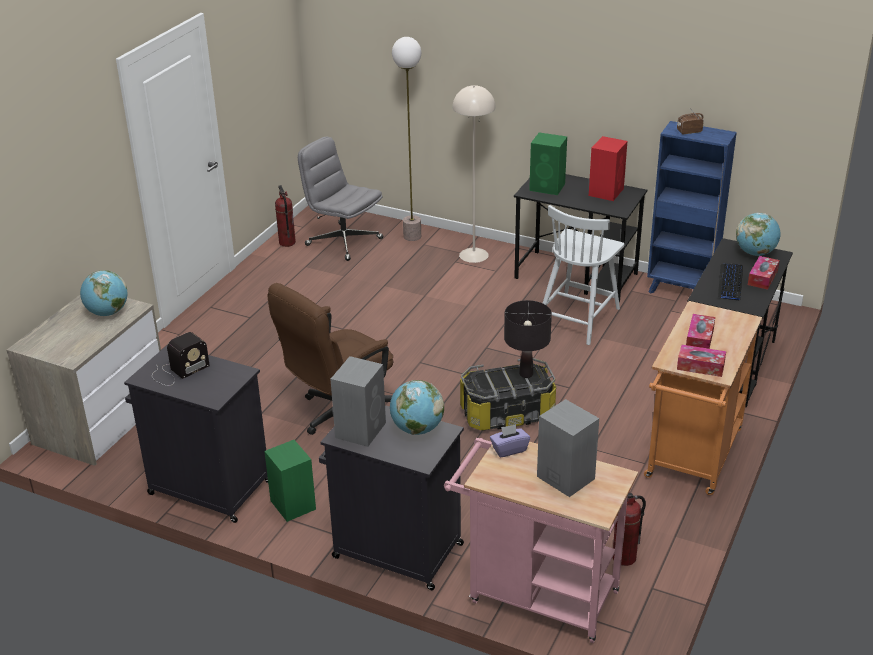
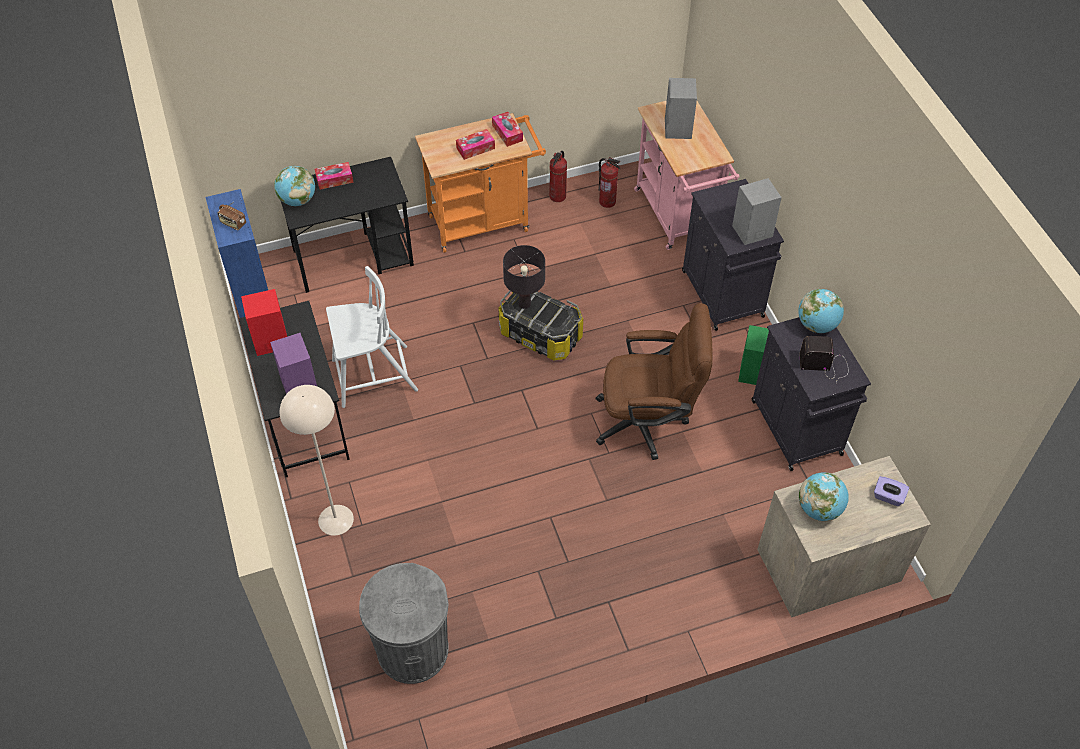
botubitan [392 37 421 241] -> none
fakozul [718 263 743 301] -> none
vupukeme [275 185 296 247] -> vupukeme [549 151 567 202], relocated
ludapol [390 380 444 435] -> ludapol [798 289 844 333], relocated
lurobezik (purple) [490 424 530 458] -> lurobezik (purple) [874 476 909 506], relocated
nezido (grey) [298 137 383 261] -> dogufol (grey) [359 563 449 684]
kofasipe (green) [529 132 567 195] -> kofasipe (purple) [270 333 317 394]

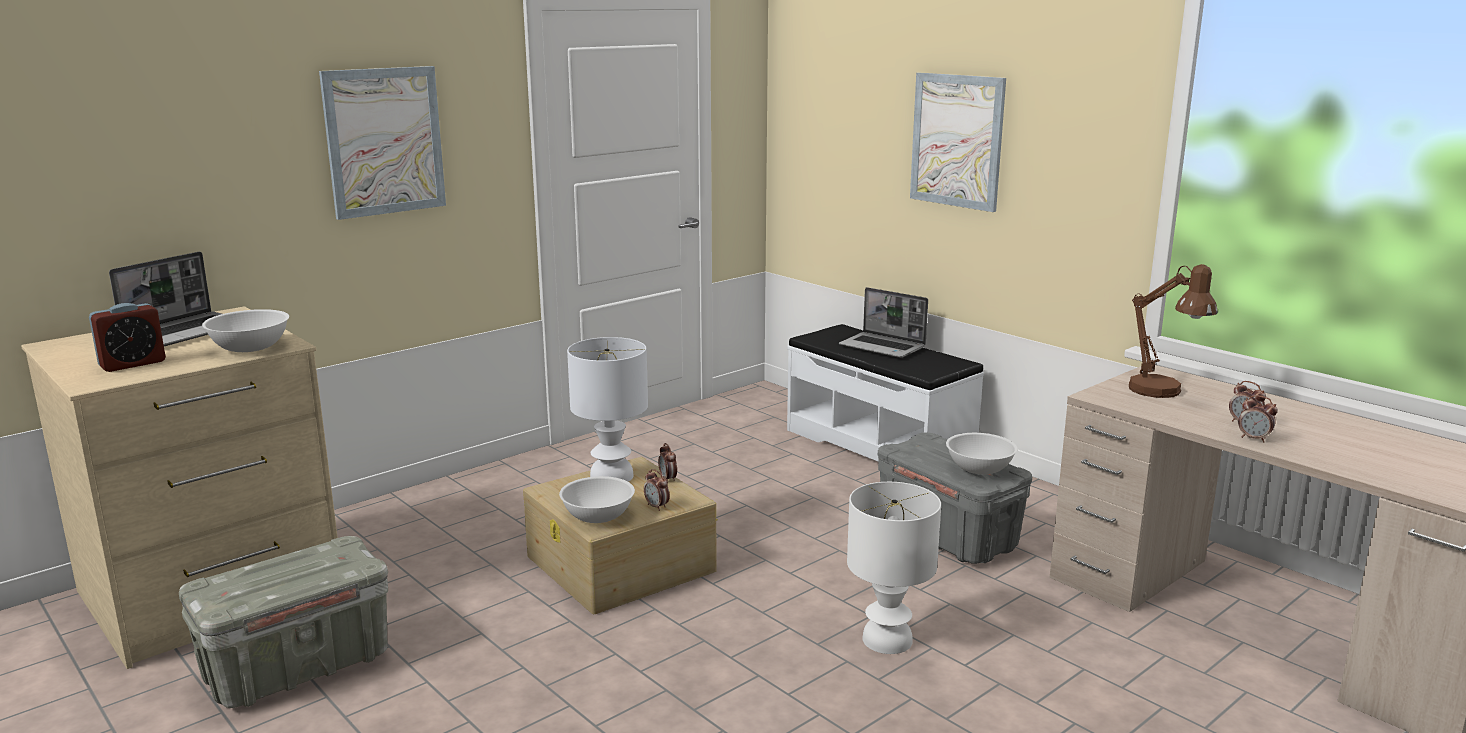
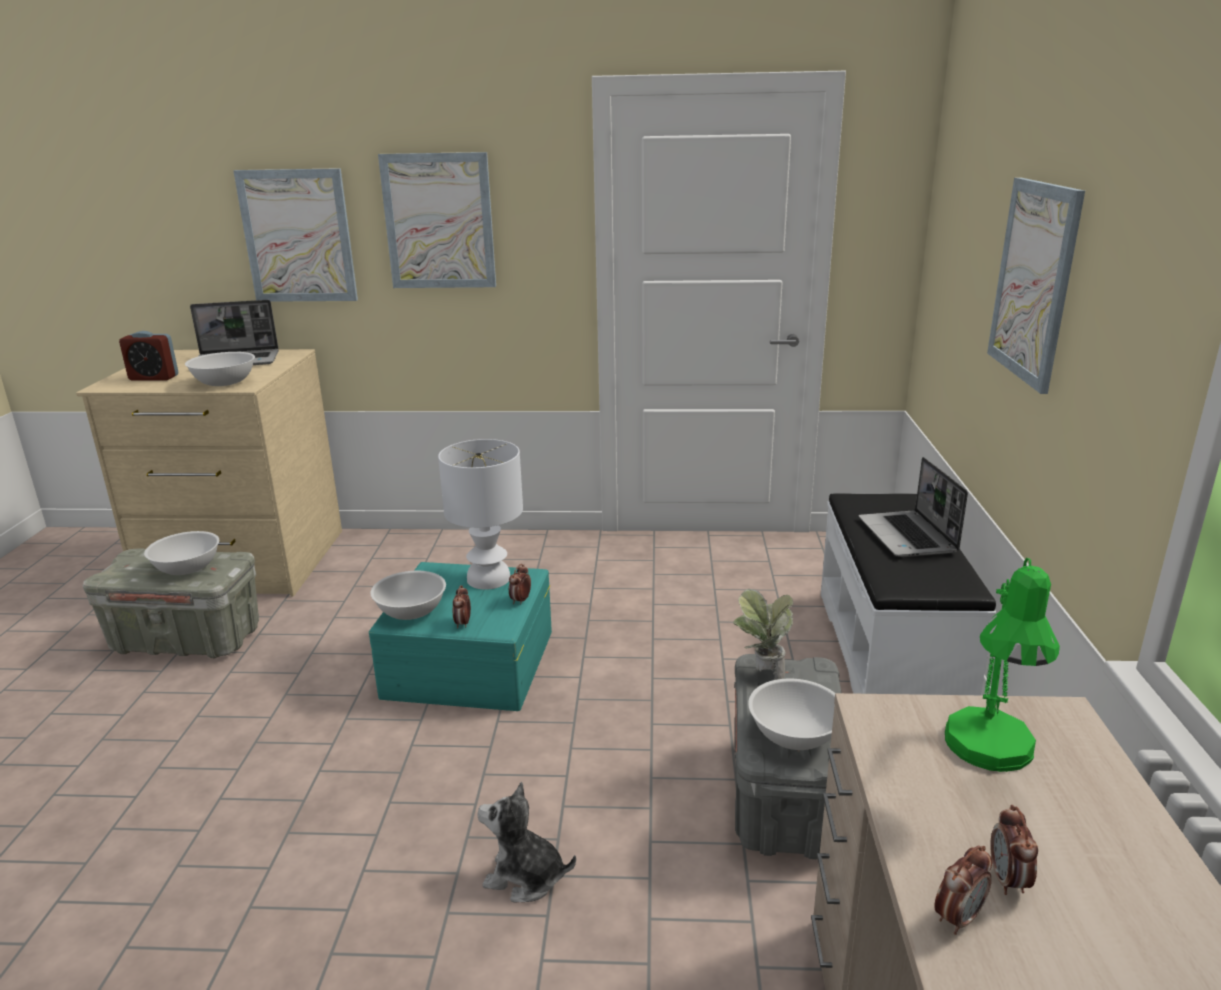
none -> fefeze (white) [144 531 219 575]
none -> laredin [233 168 358 302]
none -> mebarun [733 589 793 680]
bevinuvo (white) [847 482 941 654] -> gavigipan [477 782 576 903]
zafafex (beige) [523 457 717 614] -> zafafex (turquoise) [369 562 552 711]
bevinuvo (brown) [1129 264 1218 398] -> bevinuvo (green) [945 558 1060 772]
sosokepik [1238 395 1278 442] -> sosokepik [934 846 992 935], 120 degrees counterclockwise

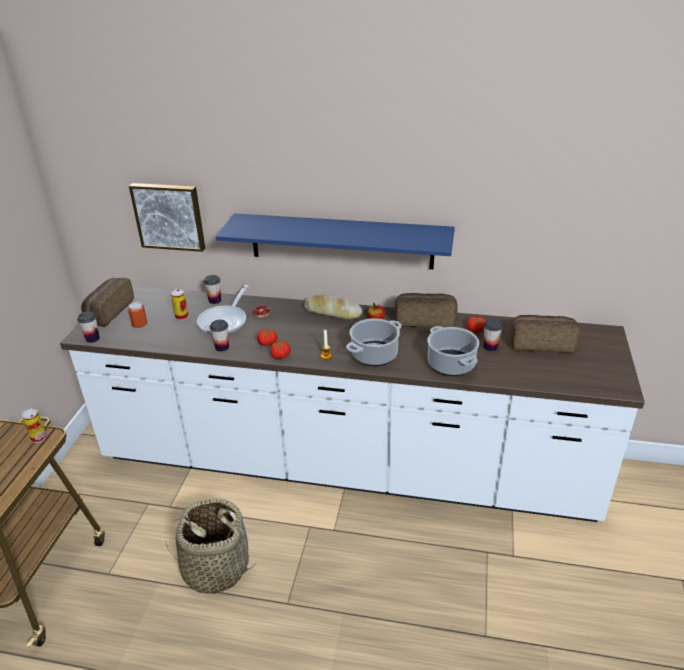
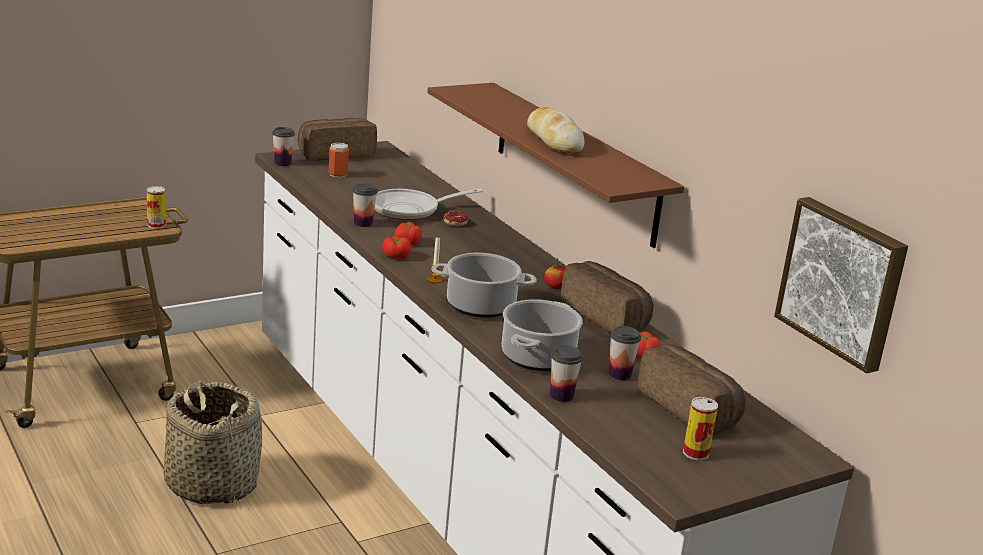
laredin [129 183 205 252] -> laredin [774 197 908 373], relocated
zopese [171 289 189 320] -> zopese [683 397 718 460], relocated
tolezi [204 275 221 304] -> tolezi [550 345 583 402], relocated
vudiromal [304 294 363 320] -> vudiromal [527 107 584 153], relocated
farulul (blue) [215 213 455 269] -> farulul (brown) [427 83 684 248]

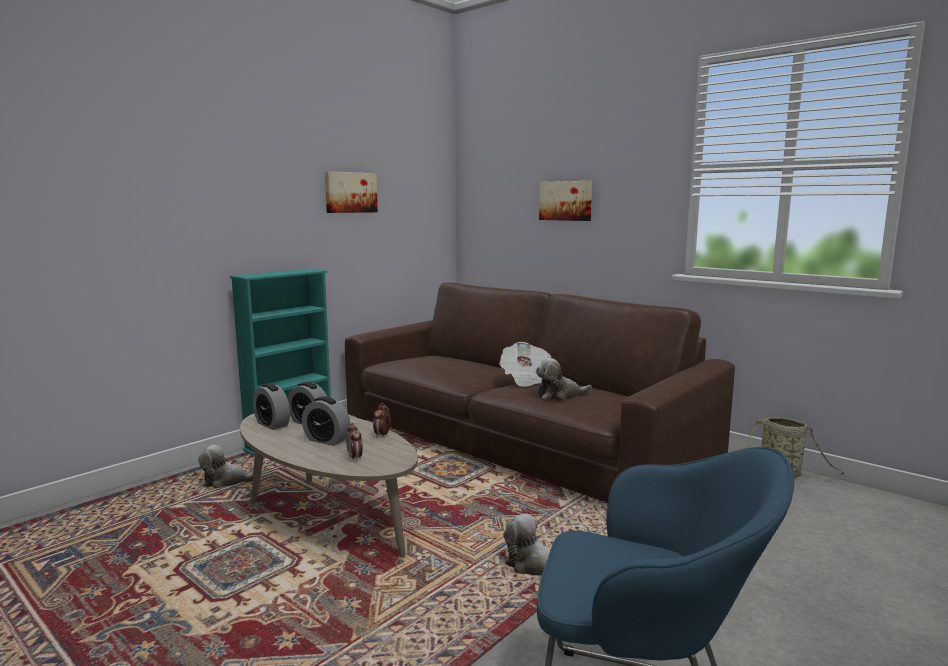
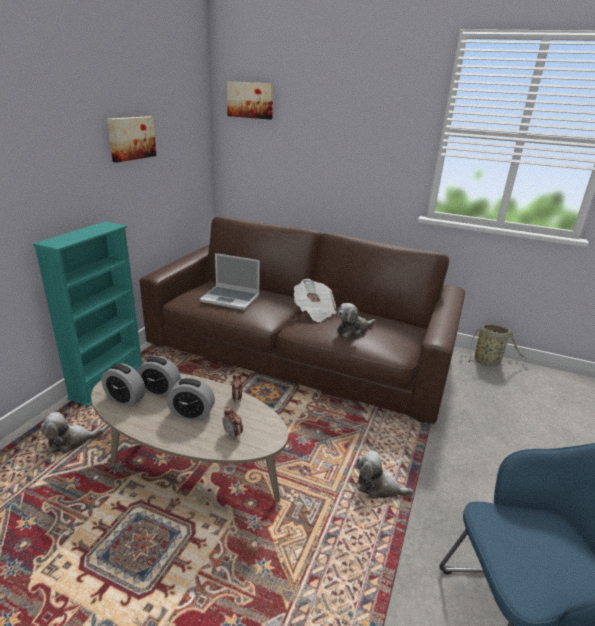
none -> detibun [200 253 260 310]
laredin [539 181 592 221] -> laredin [227 81 273 120], relocated

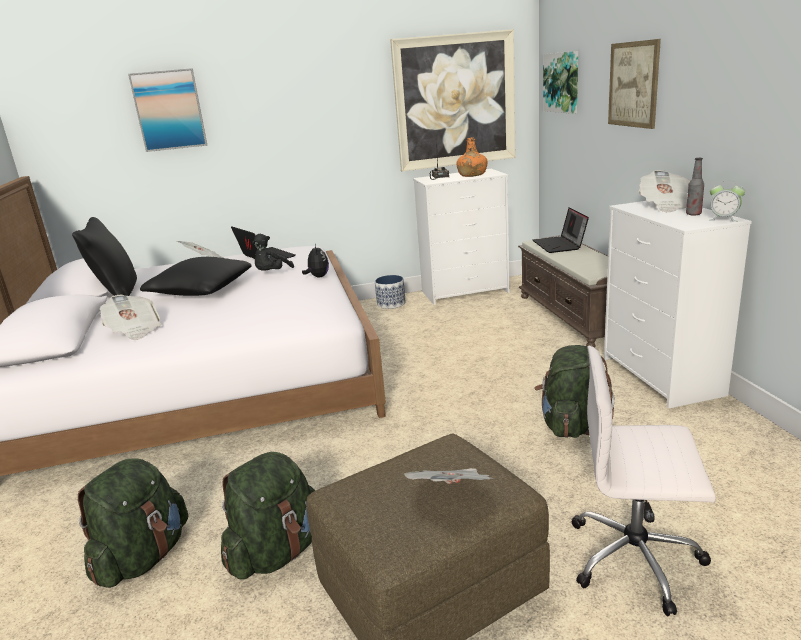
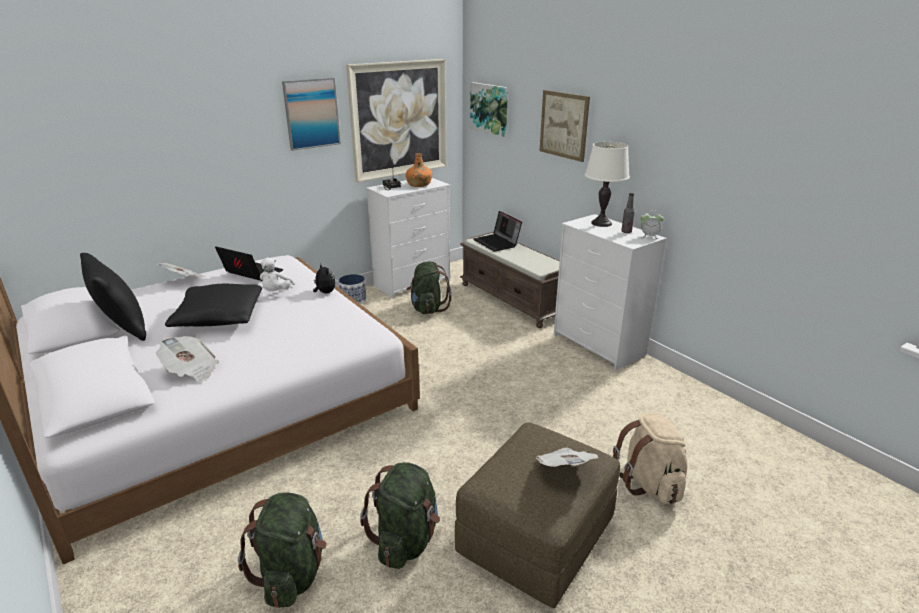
laredin [128 68 207 152] -> laredin [282 78 341 151], relocated
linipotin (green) [535 345 615 438] -> linipotin (green) [406 262 452 314], relocated
nezido (white) [572 345 716 616] -> linipotin (beige) [613 413 687 504]
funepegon [639 170 690 212] -> bevinuvo (white) [585 142 630 227]
gavigipan (black) [252 234 294 271] -> gavigipan (white) [260 258 295 291]

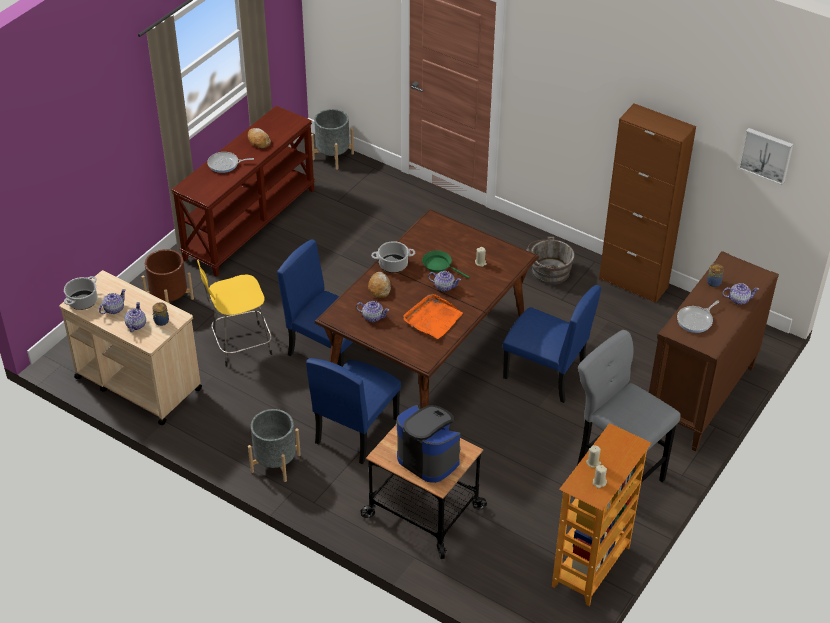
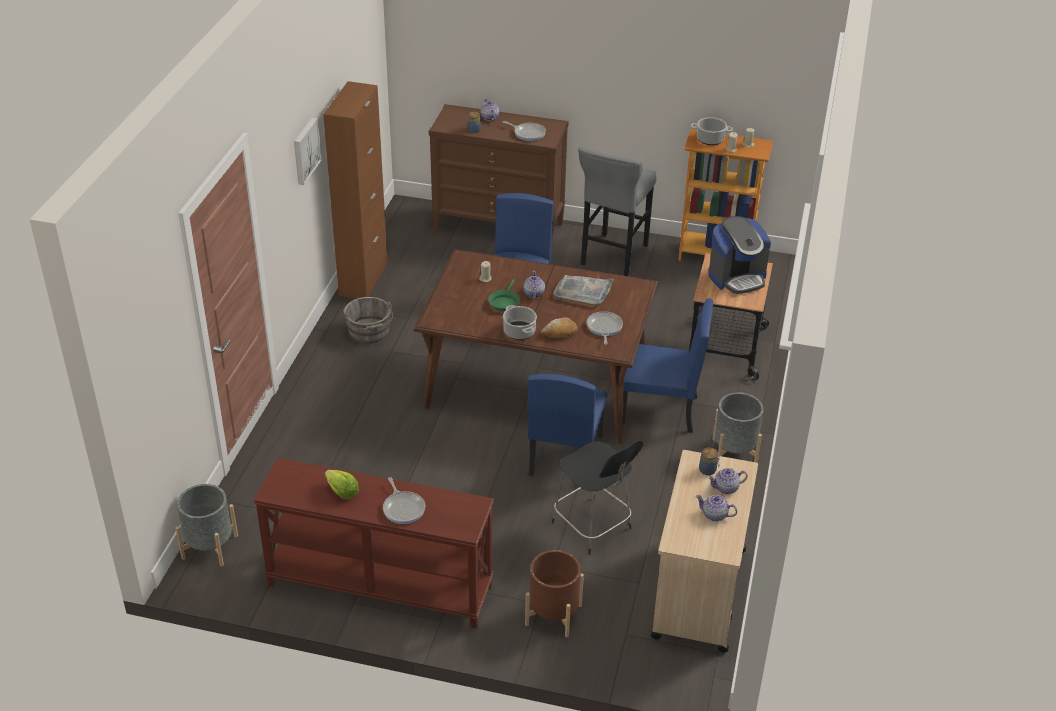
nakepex [64 276 97 310] -> nakepex [691 117 733 145], relocated
laredin [738 128 793 185] -> laredin [294 117 321 185], relocated
vudiromal [248 128 271 148] -> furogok [325 470 359 499]
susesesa [356 301 389 322] -> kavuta [587 311 623 345]
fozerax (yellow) [197 260 272 366] -> fozerax (black) [552 440 643 555]
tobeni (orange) [403 294 463 339] -> tobeni (grey) [553 275 614 306]
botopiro [397 405 461 483] -> botopiro [708 216 771 294], 135 degrees counterclockwise

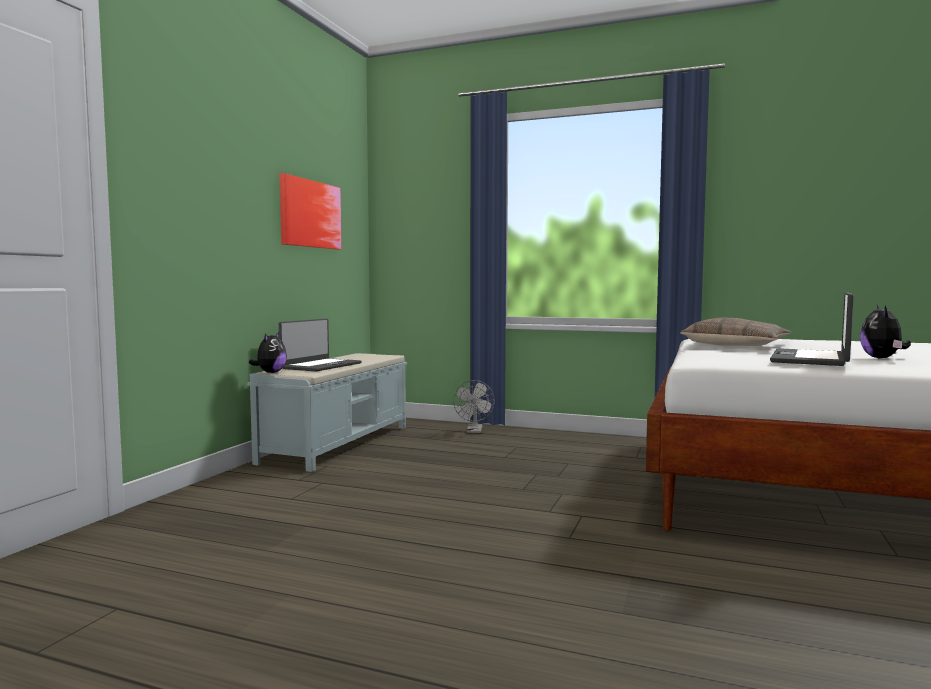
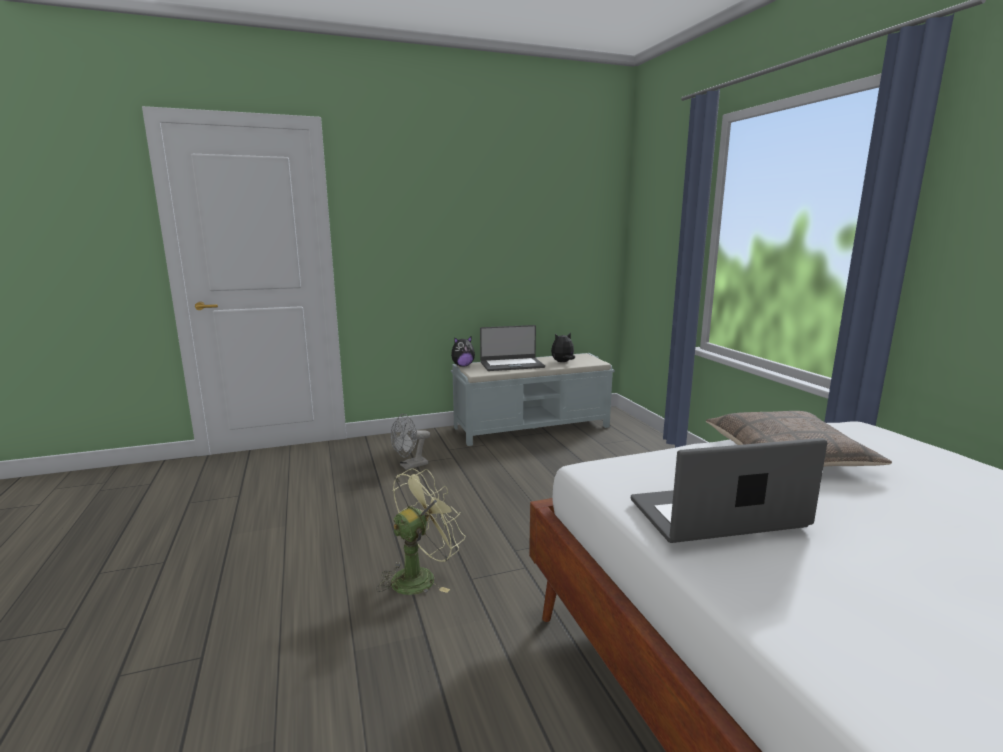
laredin [280 173 342 250] -> none
none -> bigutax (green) [376 468 465 595]
bigutax (grey) [453 380 495 433] -> bigutax (grey) [391 414 430 470], relocated
gavigipan [860 305 911 358] -> gavigipan [551 332 575 362], relocated

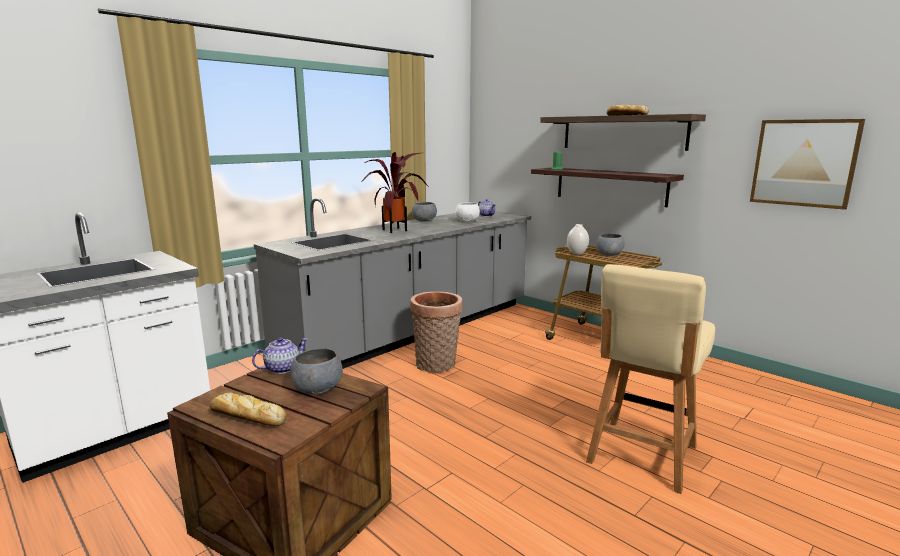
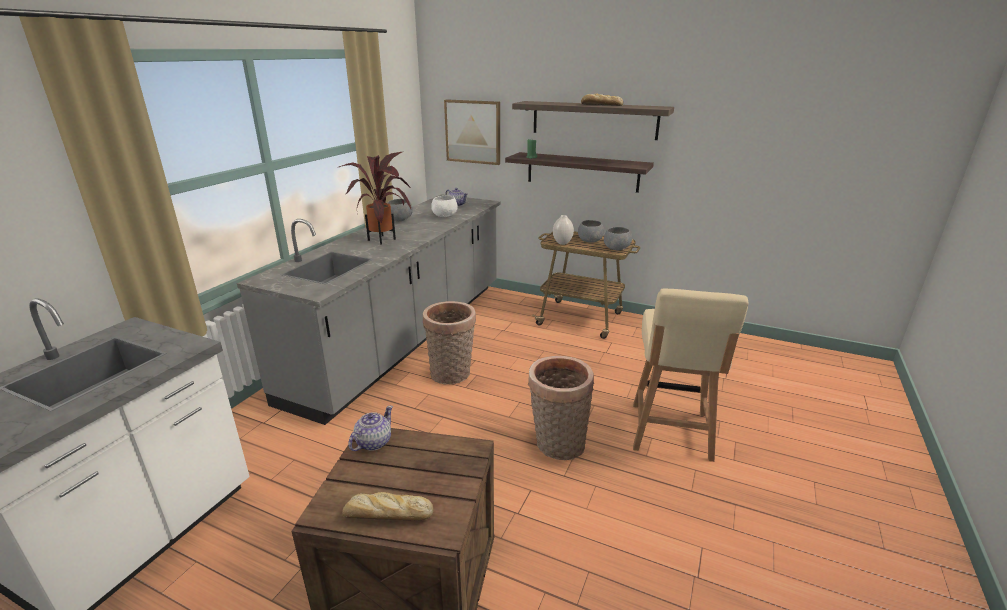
none -> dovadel [528 356 594 460]
fefeze (grey) [290 348 343 394] -> fefeze (grey) [604 227 632 250], relocated
laredin [750 119 865 210] -> laredin [444 99 500 165], relocated

